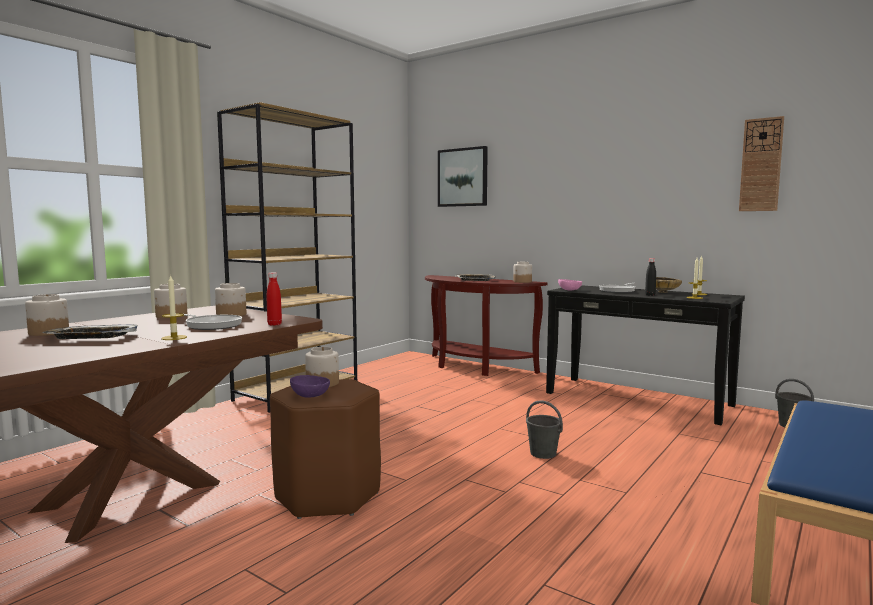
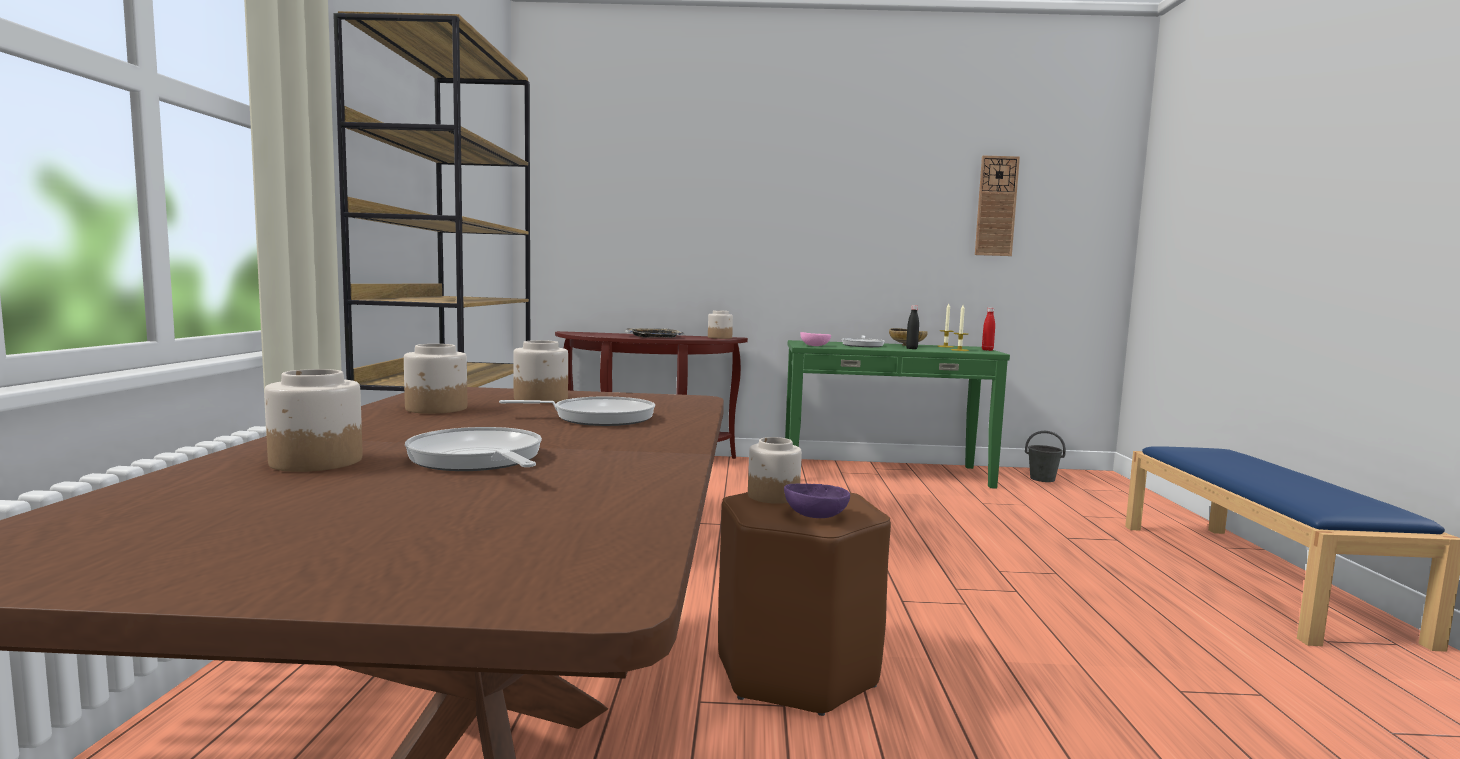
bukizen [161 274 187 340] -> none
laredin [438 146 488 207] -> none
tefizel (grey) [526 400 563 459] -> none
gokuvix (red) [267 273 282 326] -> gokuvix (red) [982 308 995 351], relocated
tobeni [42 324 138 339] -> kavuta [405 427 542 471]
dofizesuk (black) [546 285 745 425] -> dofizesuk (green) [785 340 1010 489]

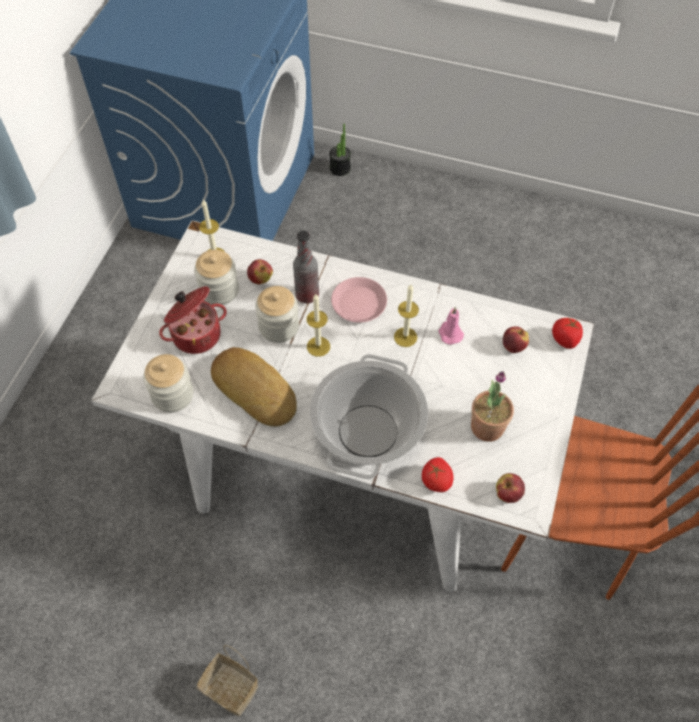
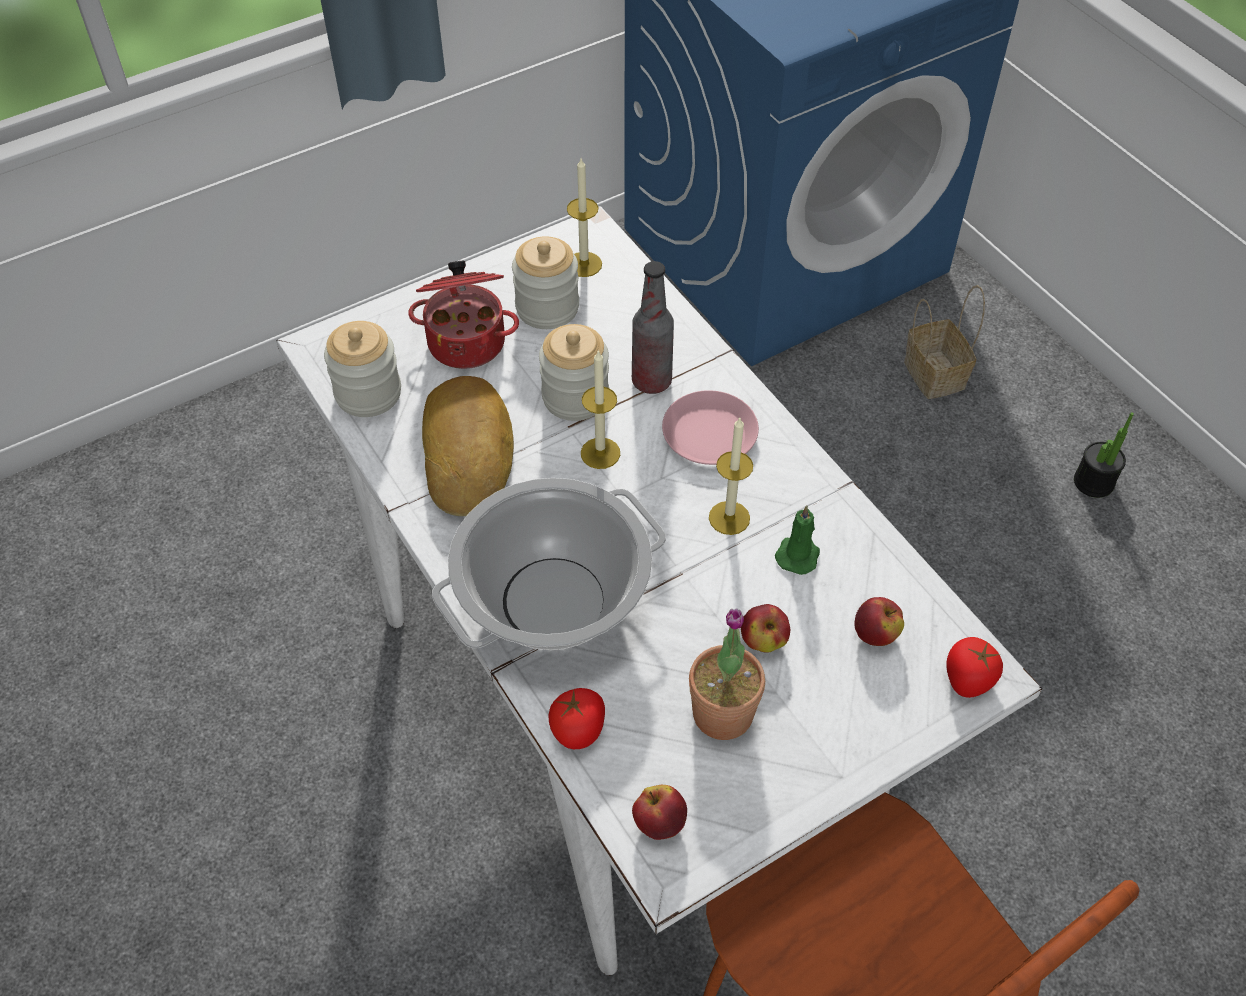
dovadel [196 645 258 716] -> dovadel [904 285 985 399], relocated
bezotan [247 259 273 284] -> bezotan [741 604 790 653], relocated
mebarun [329 124 351 176] -> mebarun [1074 412 1134 498], relocated
bukizen (pink) [439 307 464 345] -> bukizen (green) [775 505 820 575]

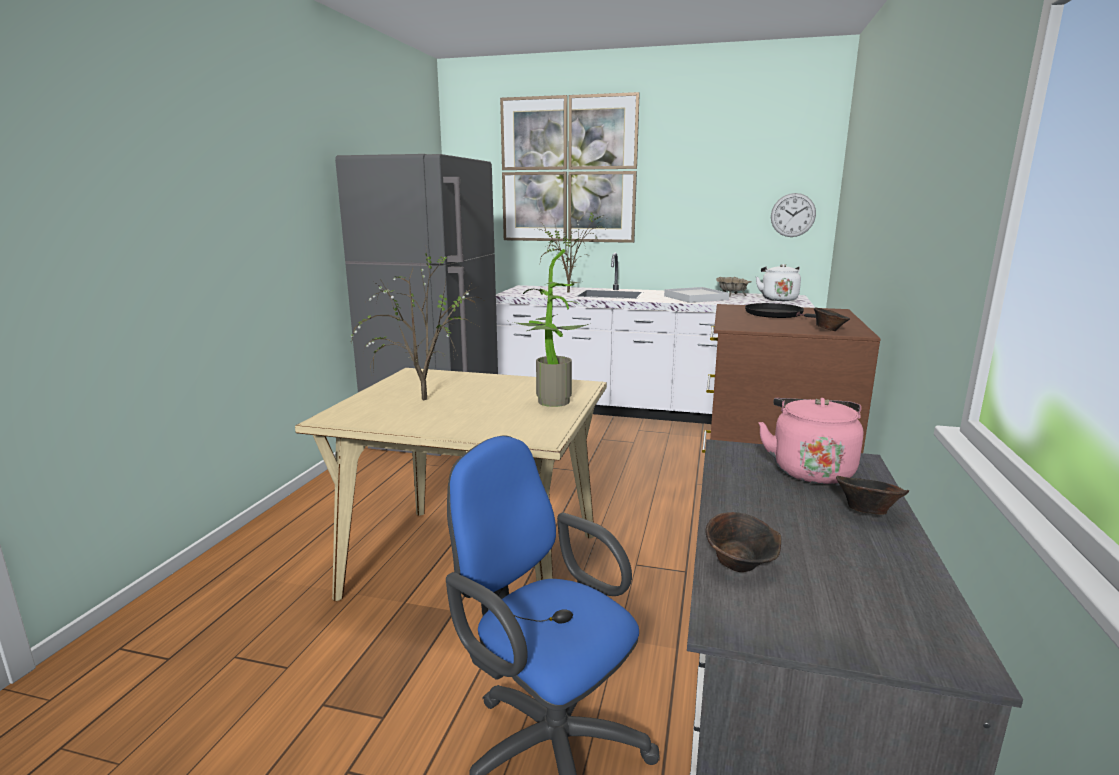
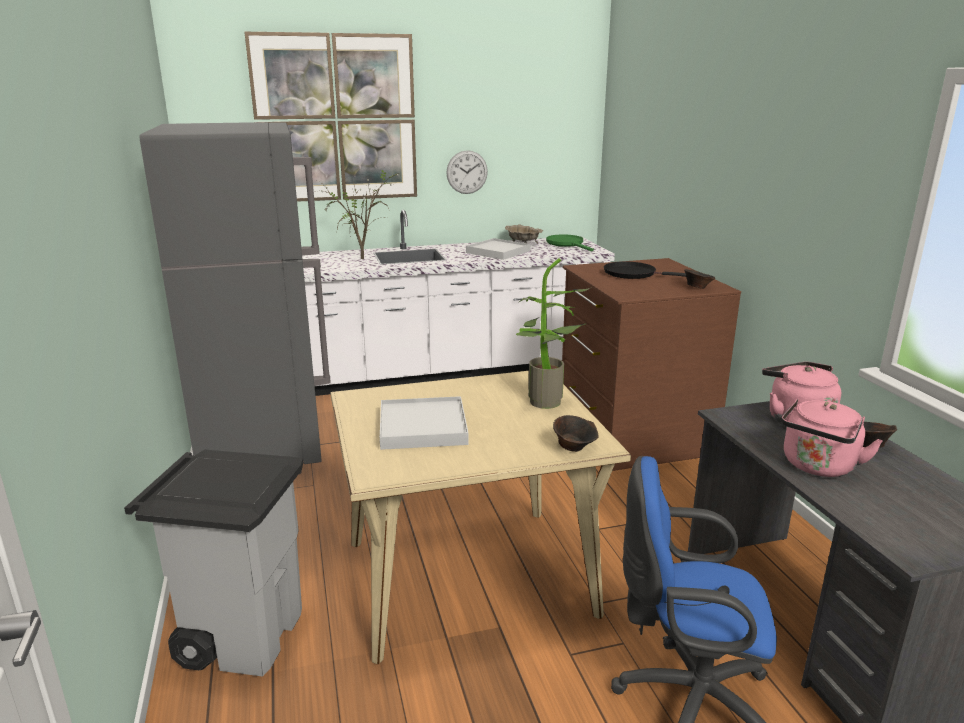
none -> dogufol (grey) [124 450 303 677]
none -> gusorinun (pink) [781 399 883 477]
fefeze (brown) [705 512 781 572] -> fefeze (brown) [553 415 599 452], relocated
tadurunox [771 193 816 237] -> tadurunox [446 150 488 194], relocated
mebarun [351 249 486 401] -> tobeni (white) [380 396 469 450]
gusorinun (white) [756 264 801 301] -> kavuta (green) [546 234 594 252]

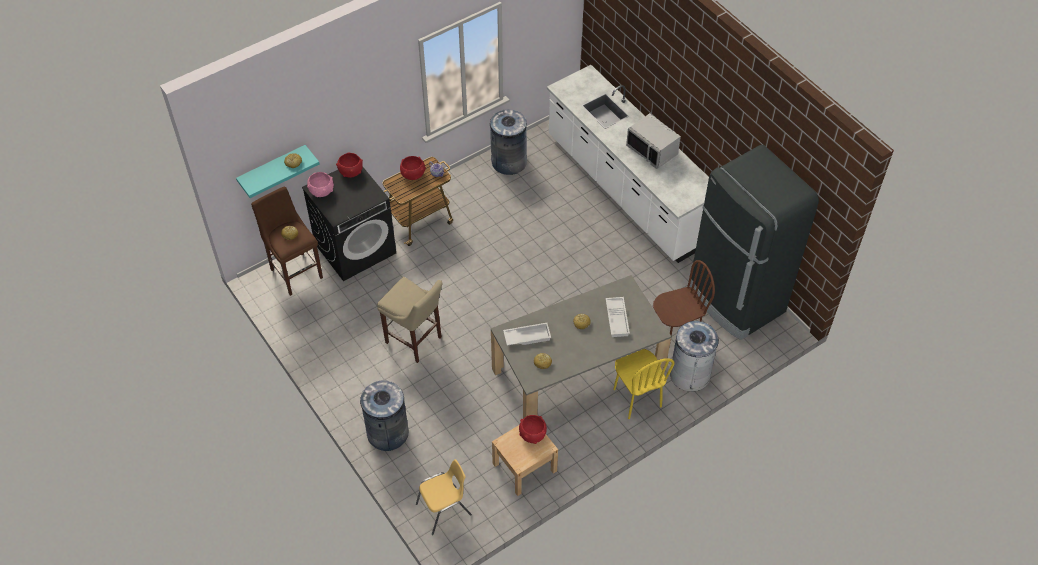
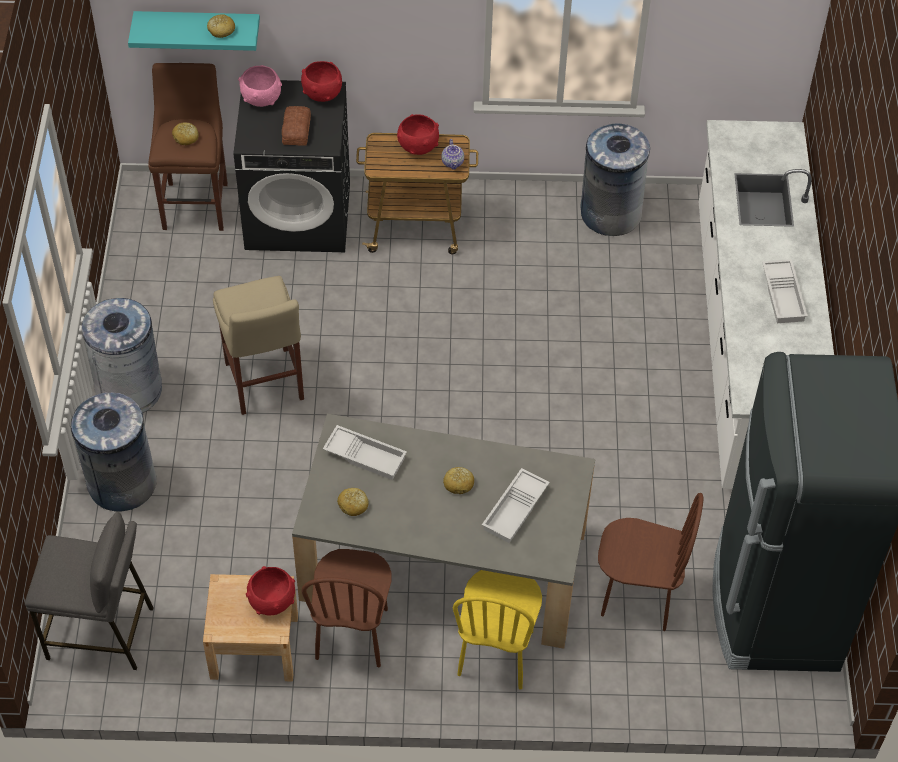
none -> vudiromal [282 106 311 146]
none -> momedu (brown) [301 549 392 667]
dogufol (grey) [670 321 719 392] -> dogufol (grey) [82 298 162 413], relocated
momedu (yellow) [416 459 472 535] -> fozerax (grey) [25 512 153 670]
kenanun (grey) [626 113 681 169] -> tobeni (white) [762 259 808 323]

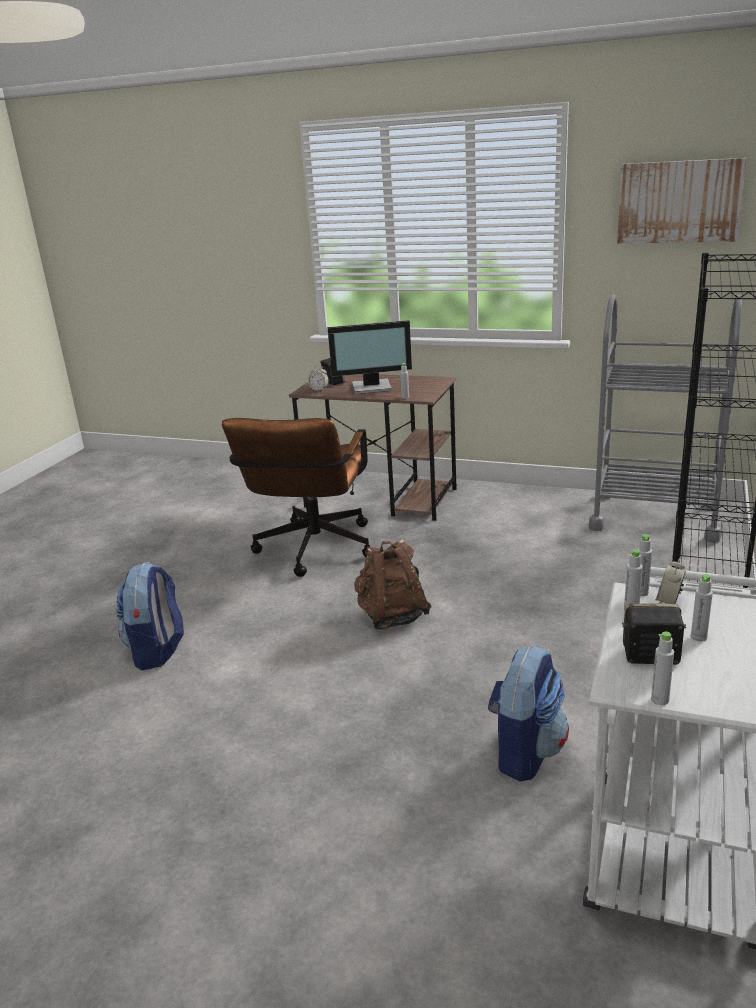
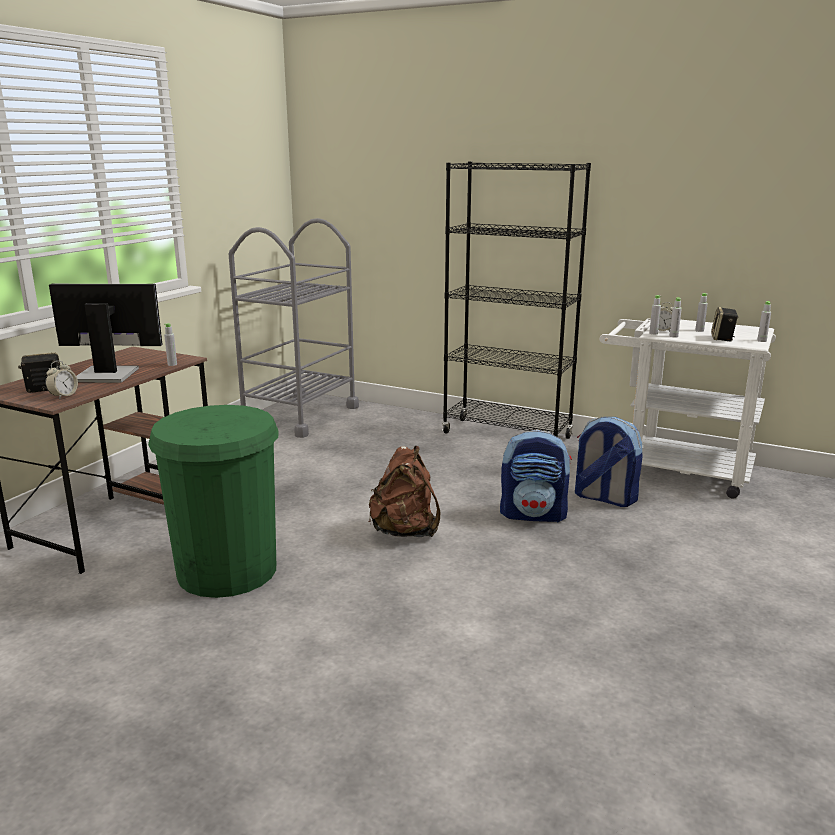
laredin [617 158 747 244] -> none
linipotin [116 562 184 670] -> linipotin [500 430 572 523], relocated
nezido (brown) [222 418 370 577] -> dogufol (green) [148 405 278 598]
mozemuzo [328 320 412 394] -> mozemuzo [49 284 163 383], 90 degrees counterclockwise

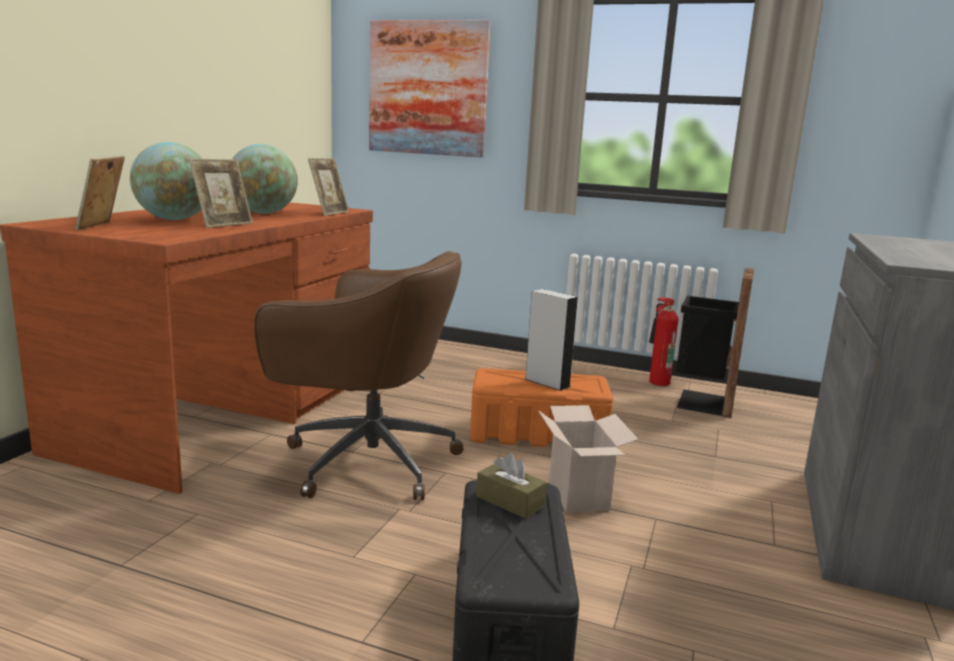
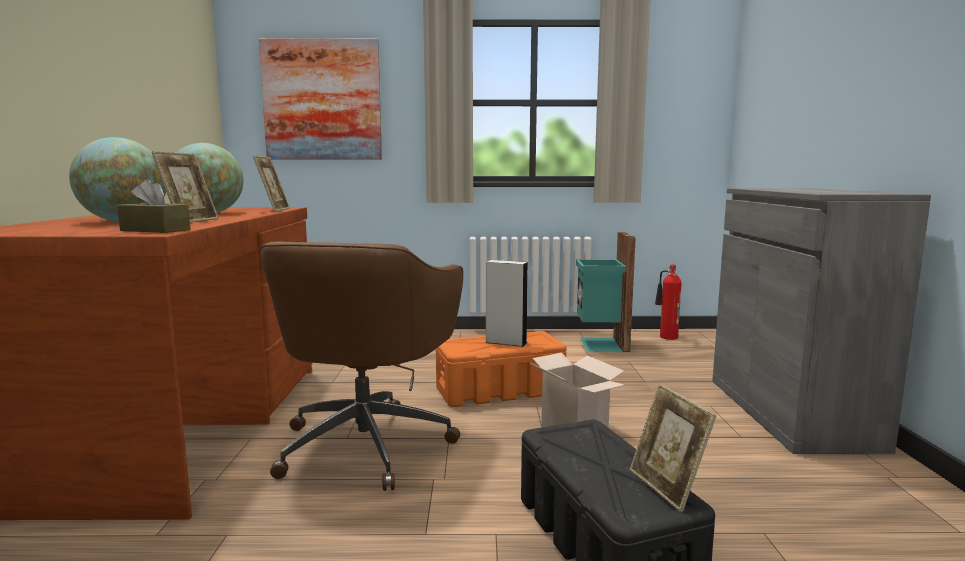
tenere [75 156 125 231] -> tenere [630 384 717 512], relocated
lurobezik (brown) [476 453 547 519] -> lurobezik (brown) [117 179 190 233], relocated
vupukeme [649 297 679 386] -> vupukeme [655 264 682 340], relocated
dogufol (black) [676 268 754 418] -> dogufol (turquoise) [576 232 636 352]
nezido (brown) [254 251 464 500] -> nezido (brown) [260 242 463 491], 105 degrees clockwise

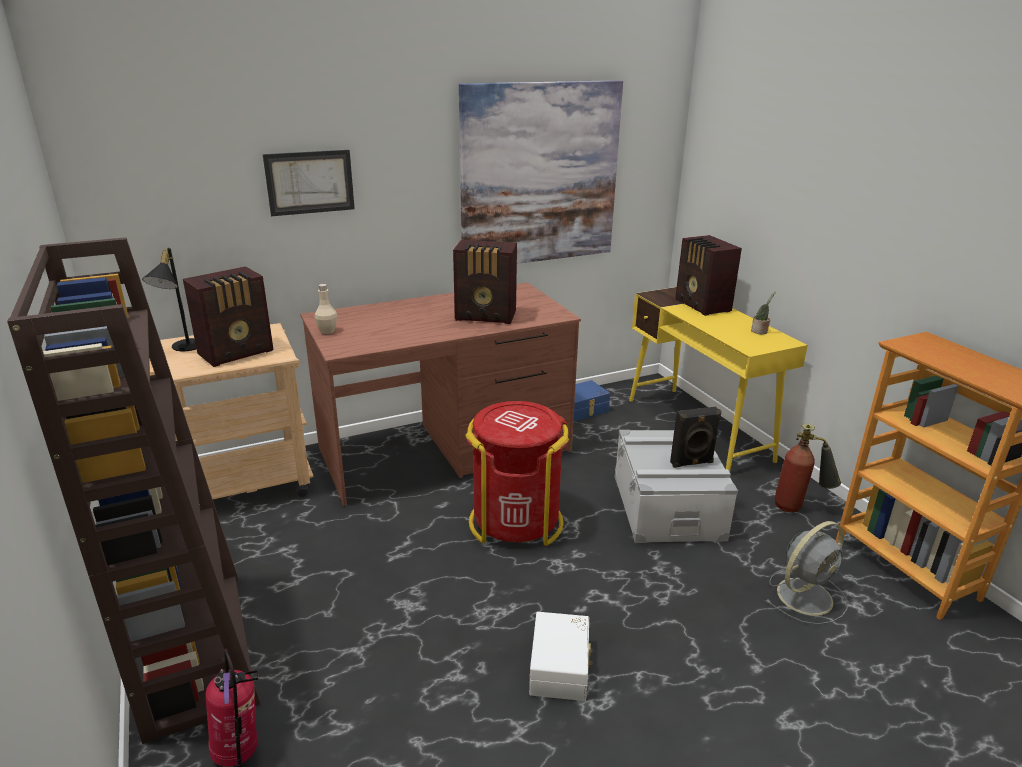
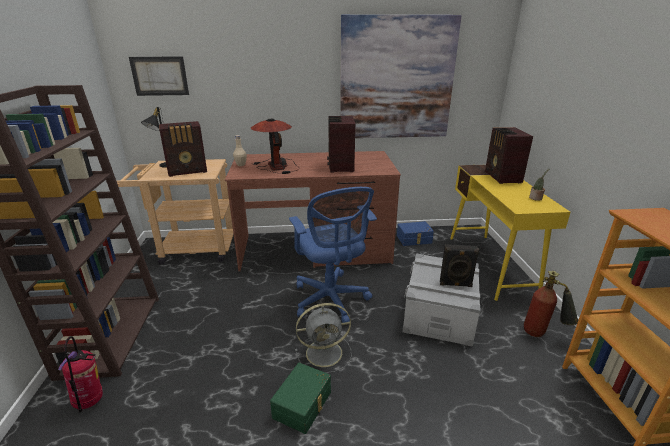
none -> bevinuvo [251 118 299 174]
laredin [263 150 355 216] -> laredin [129 57 189 96], relocated
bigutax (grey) [765 521 848 625] -> bigutax (grey) [295 303 352 373], relocated
dogufol (red) [465 401 569 546] -> nezido (blue) [289 187 377 323]
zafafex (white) [529 612 592 701] -> zafafex (green) [270 363 331 434]
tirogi [453 240 517 324] -> tirogi [327 116 355 172], 60 degrees clockwise

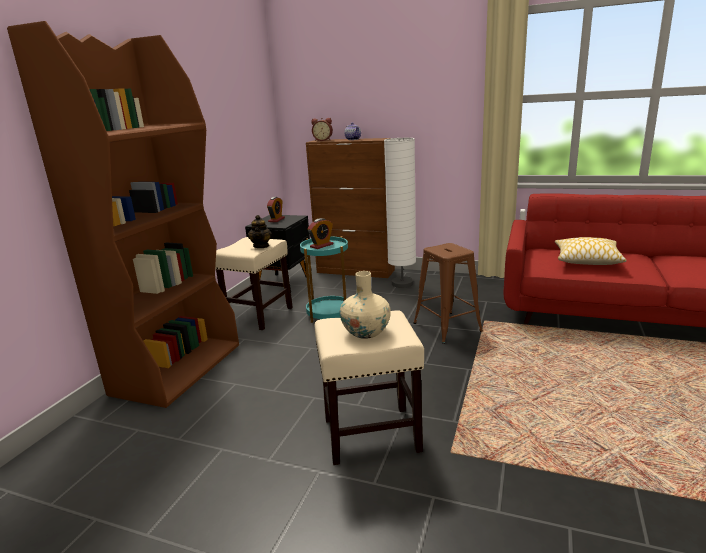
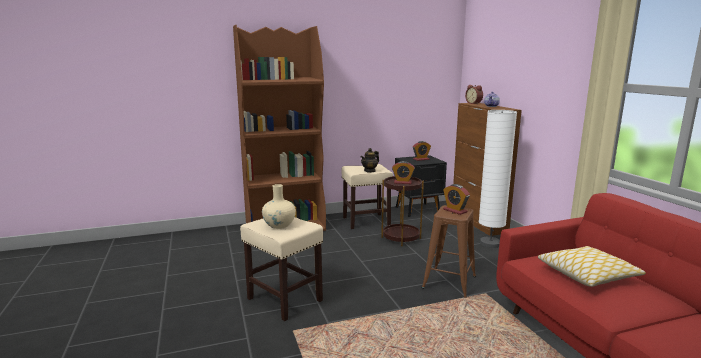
none -> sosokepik [443 184 470 215]
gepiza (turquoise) [300 236 348 323] -> gepiza (brown) [381 176 424 246]

